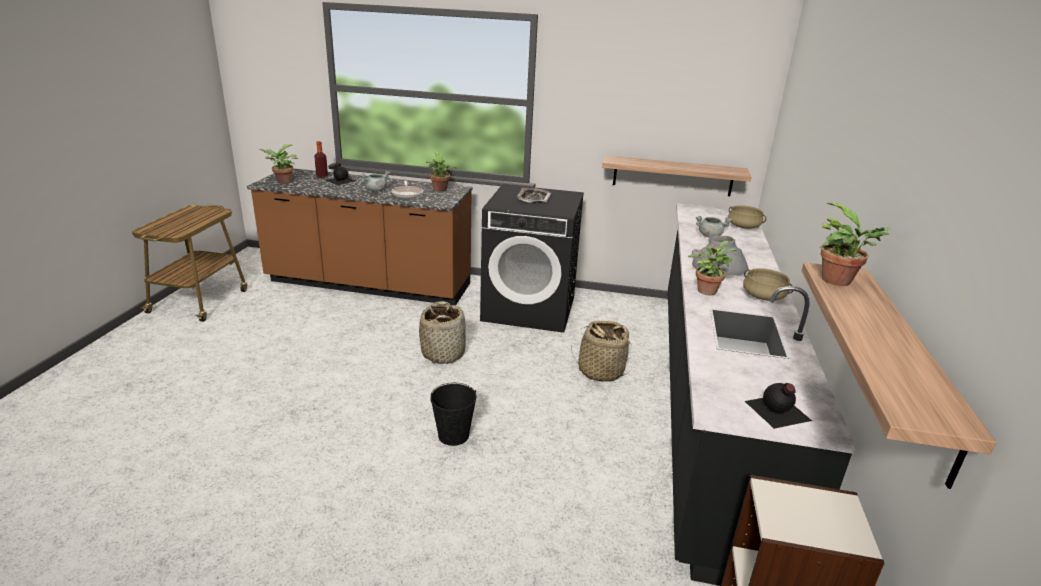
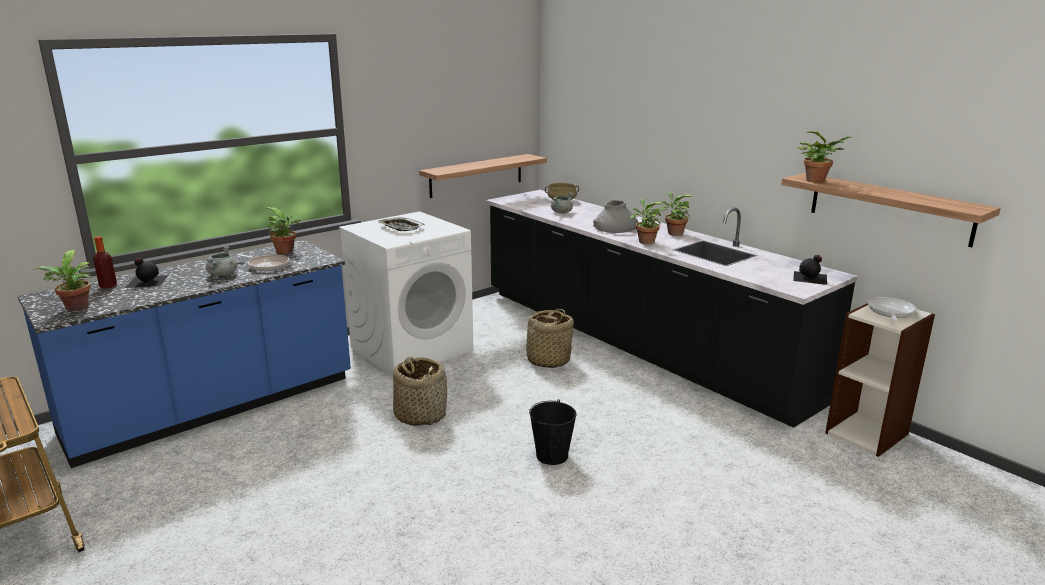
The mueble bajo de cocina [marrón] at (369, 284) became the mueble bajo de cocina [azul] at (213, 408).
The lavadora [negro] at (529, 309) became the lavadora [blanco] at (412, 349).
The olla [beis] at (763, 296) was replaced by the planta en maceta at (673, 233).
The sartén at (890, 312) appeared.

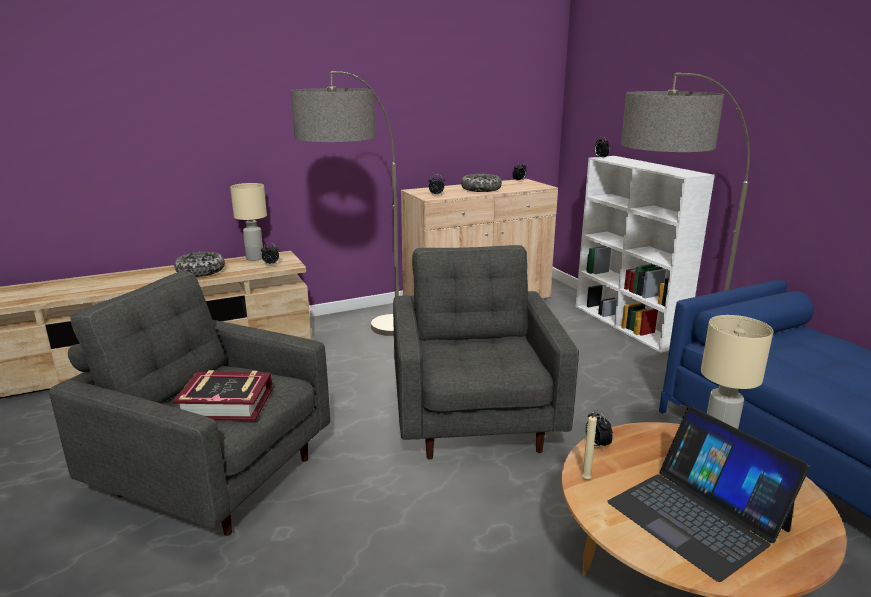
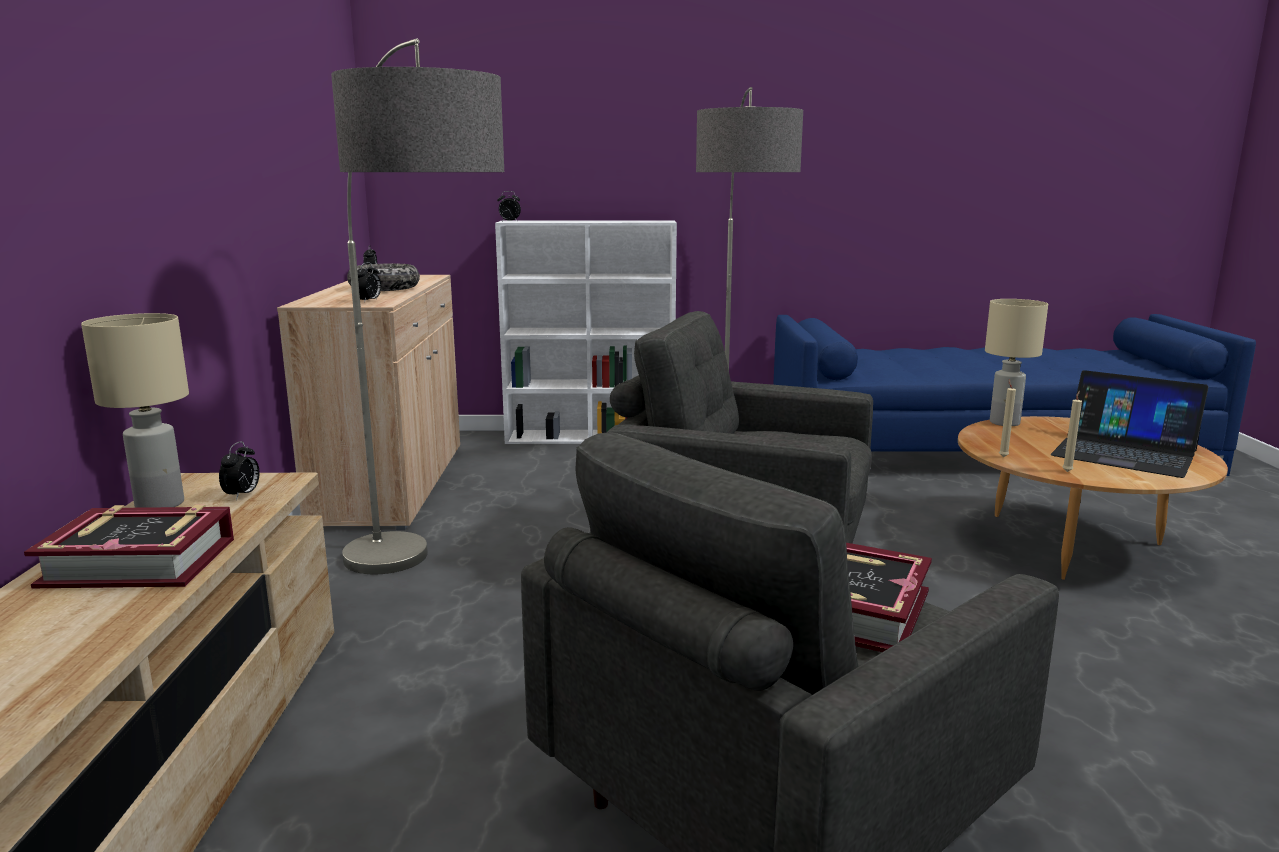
The cuenco at (200, 271) was replaced by the libro at (140, 562).
The despertador at (596, 445) was replaced by the vela [beis] at (1002, 456).
The portátil at (697, 515) turned 45 degrees clockwise.

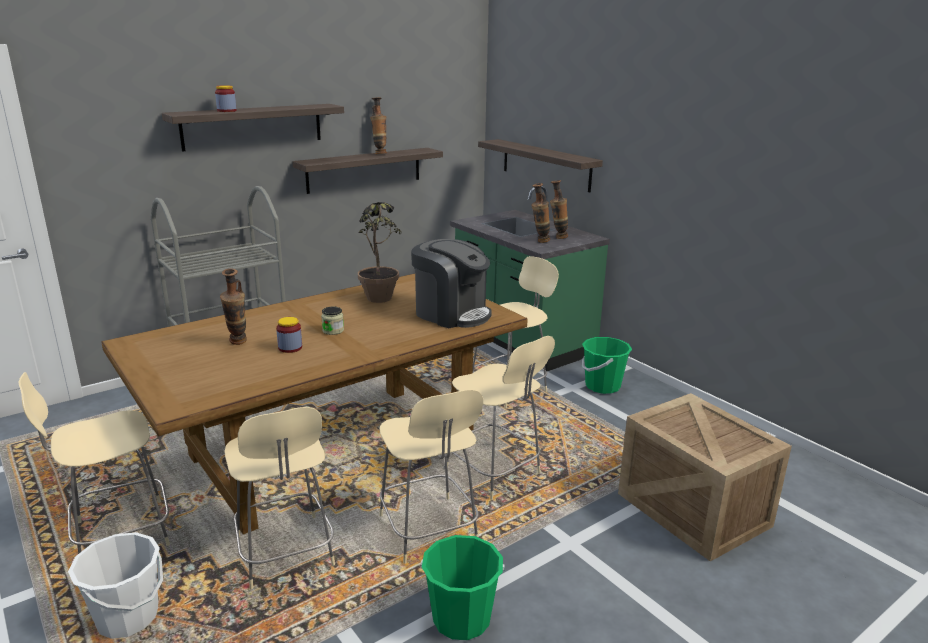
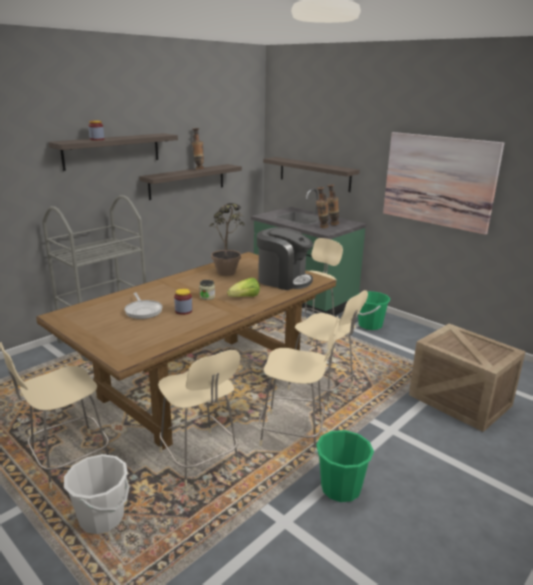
The florero at (238, 344) was replaced by the sartén at (143, 311).
The lechuga at (245, 297) appeared.
The silla [beis] at (429, 532) turned 45 degrees counterclockwise.
The cuadro at (438, 181) appeared.

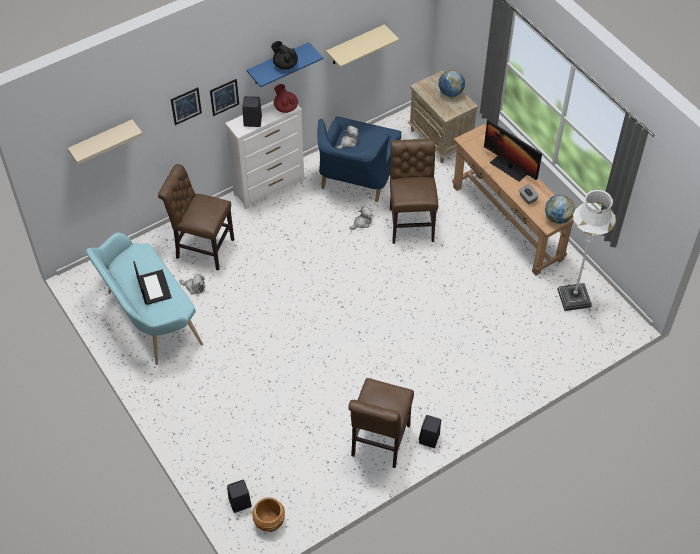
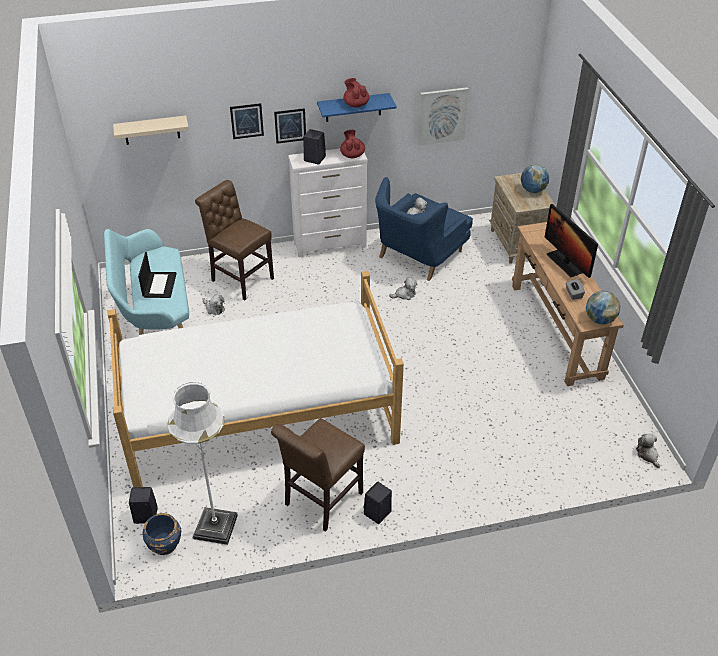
The cama at (259, 415) appeared.
The maceta [marrón] at (269, 522) became the maceta [azul] at (164, 544).
The lámpara de pie [blanco] moved from (574, 298) to (216, 527).
The tetera [negro] at (285, 64) became the tetera [rojo] at (356, 104).
The estante [beis] at (355, 45) was replaced by the cuadro at (442, 116).
The peluche at (647, 455) appeared.
The silla [marrón] at (411, 222) disappeared.

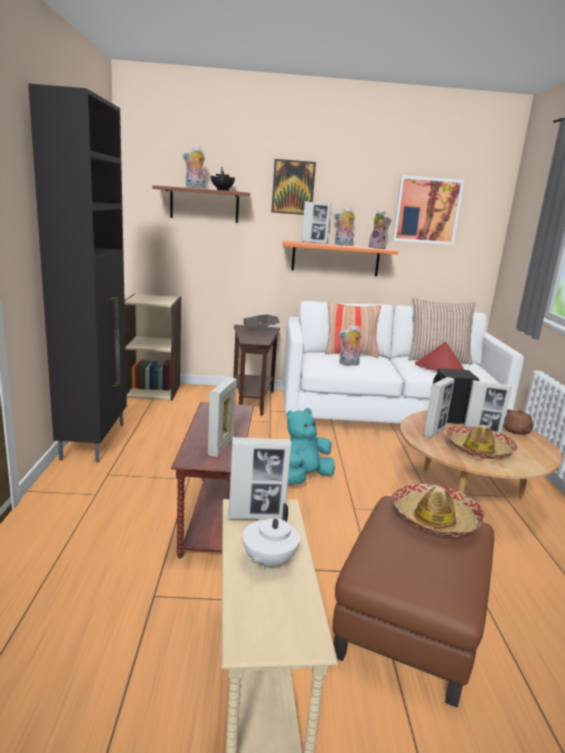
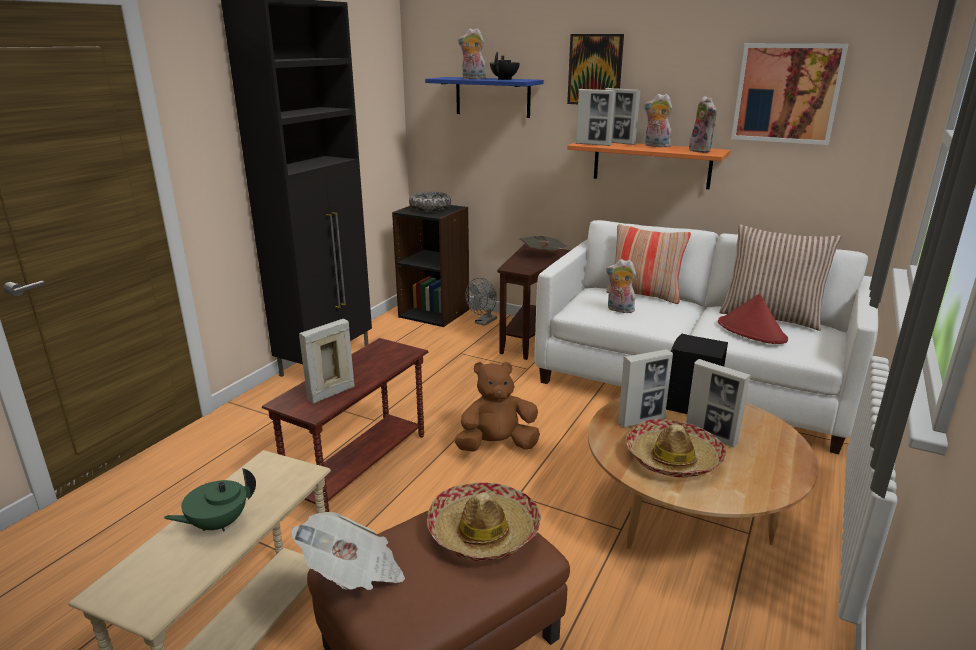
The tetera [blanco] at (268, 562) became the tetera [verde] at (217, 524).
The periódico at (353, 573) appeared.
The estantería [beis] at (153, 390) became the estantería [negro] at (435, 313).
The cuenco at (430, 208) appeared.
The estante [marrón] at (204, 205) became the estante [azul] at (492, 97).
The peluche [turquesa] at (304, 478) became the peluche [marrón] at (497, 445).
The ventilador [gris] at (483, 322) appeared.
The portarretratos moved from (256, 517) to (593, 144).
The tetera [marrón] at (516, 431) disappeared.

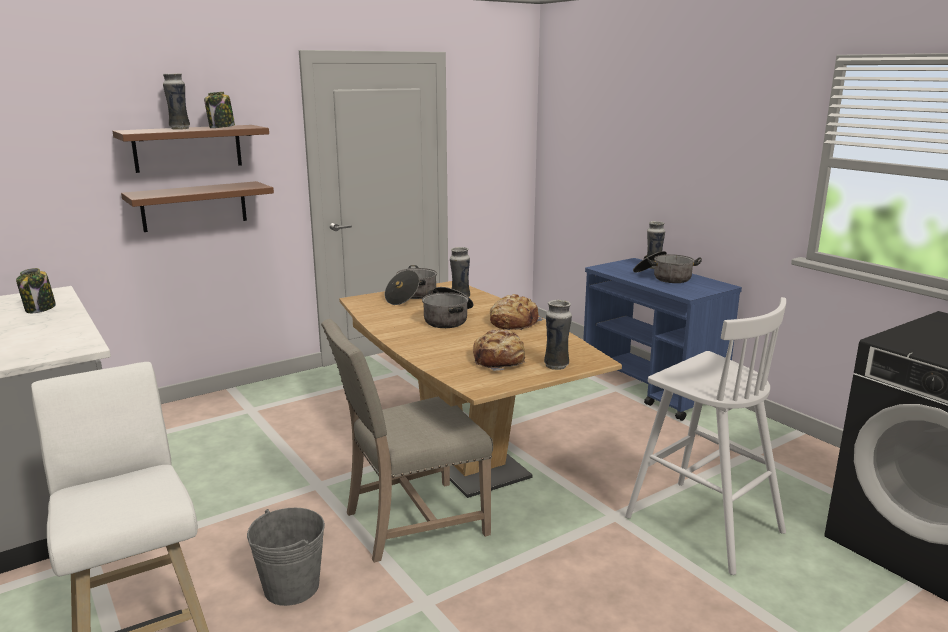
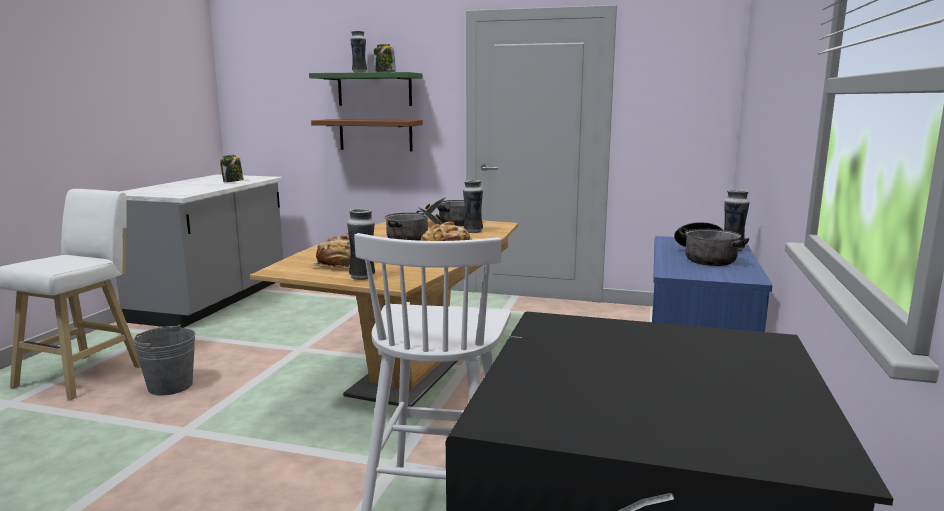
The estante [marrón] at (188, 148) became the estante [verde] at (374, 89).
The silla [beis] at (411, 522) disappeared.

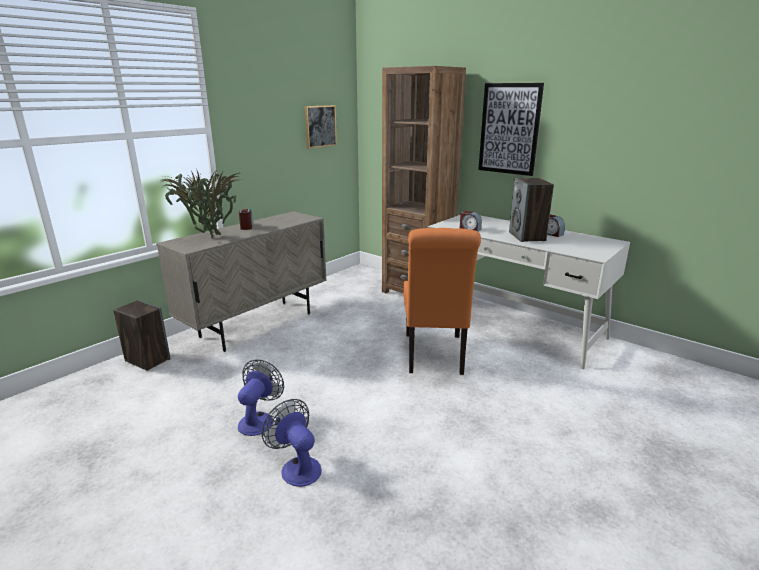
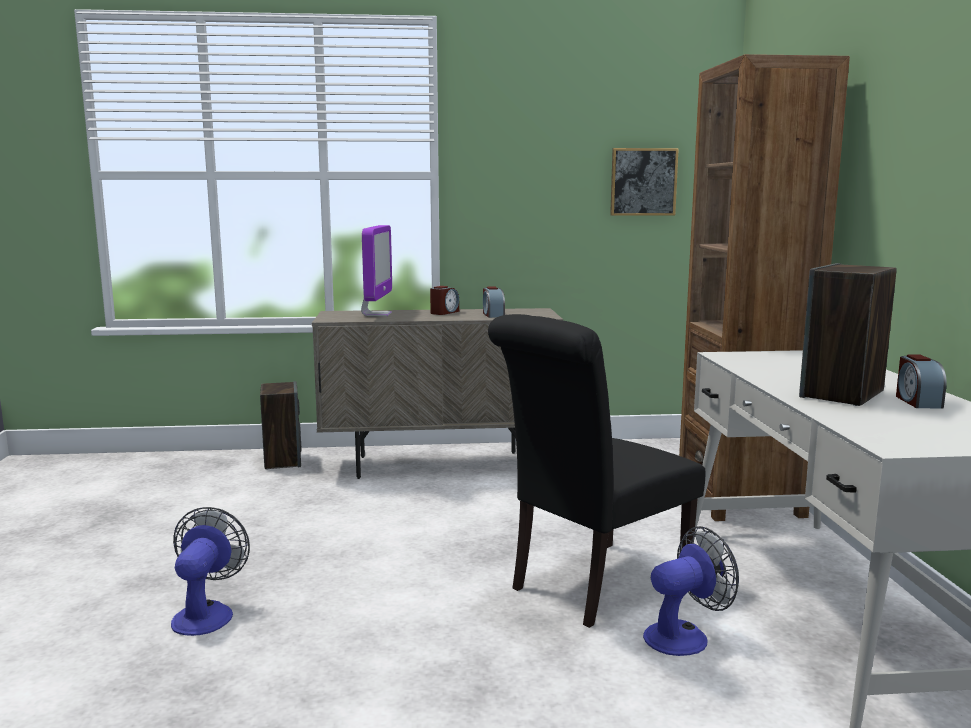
The planta en maceta at (208, 237) was replaced by the monitor at (376, 314).
The despertador moved from (469, 229) to (493, 315).
The silla [naranja] at (434, 356) became the silla [negro] at (592, 585).
The ventilador moved from (259, 419) to (684, 635).
The cuadro at (509, 129) disappeared.

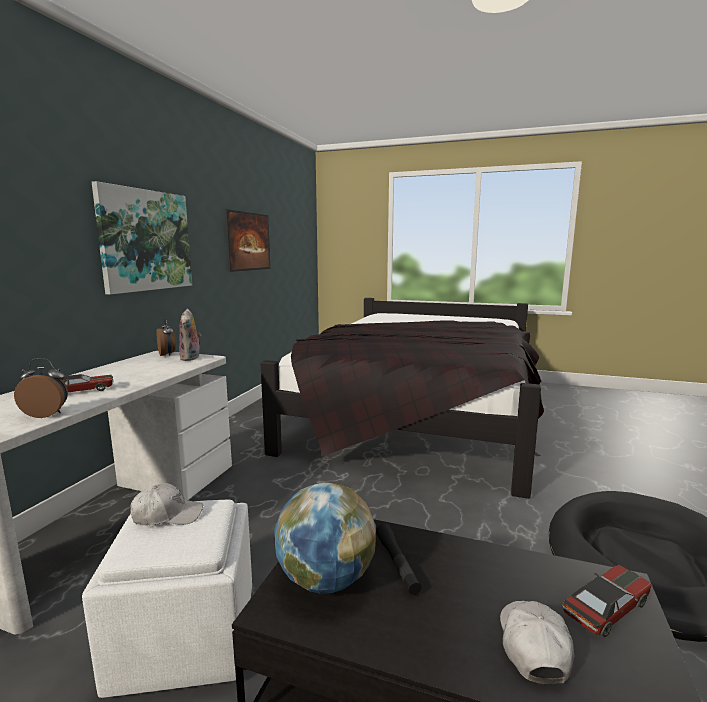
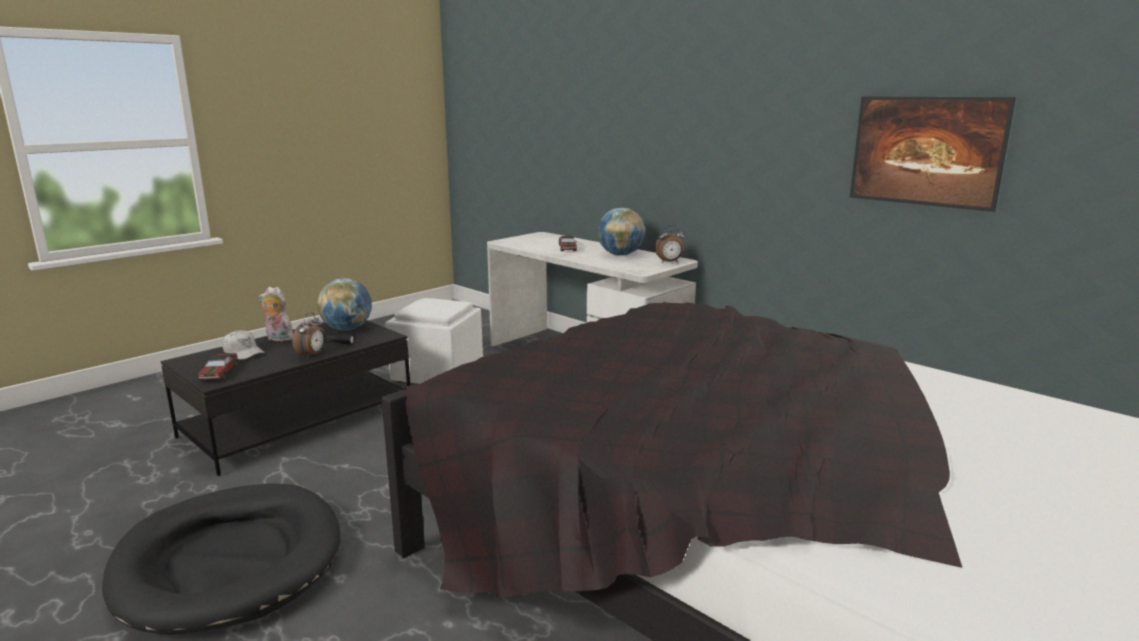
The peluche moved from (191, 358) to (278, 339).
The despertador moved from (47, 414) to (312, 355).
The globo terráqueo at (620, 255) appeared.
The cuadro at (145, 240) disappeared.
The gorra [blanco] at (167, 515) disappeared.

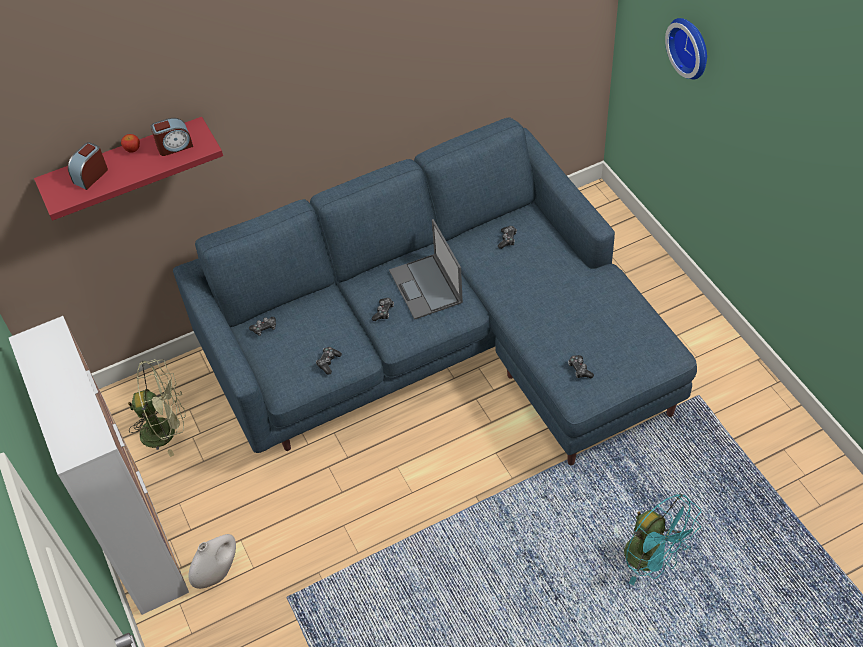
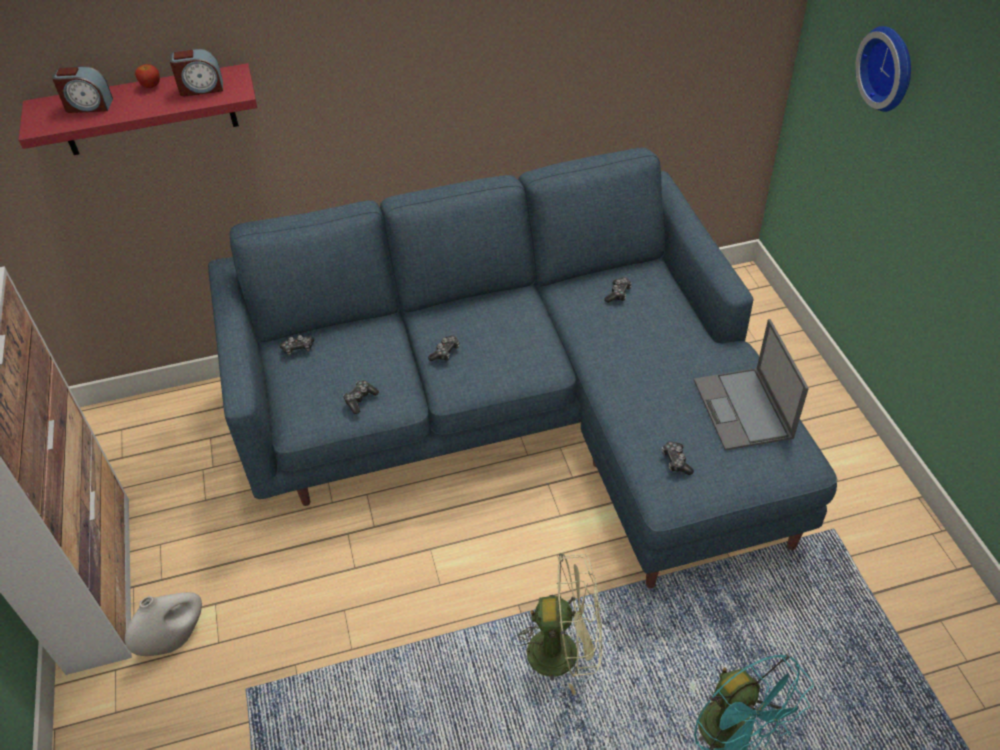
The despertador at (91, 176) turned 135 degrees counterclockwise.
The ventilador [verde] moved from (166, 430) to (564, 651).
The portátil moved from (426, 287) to (743, 410).

